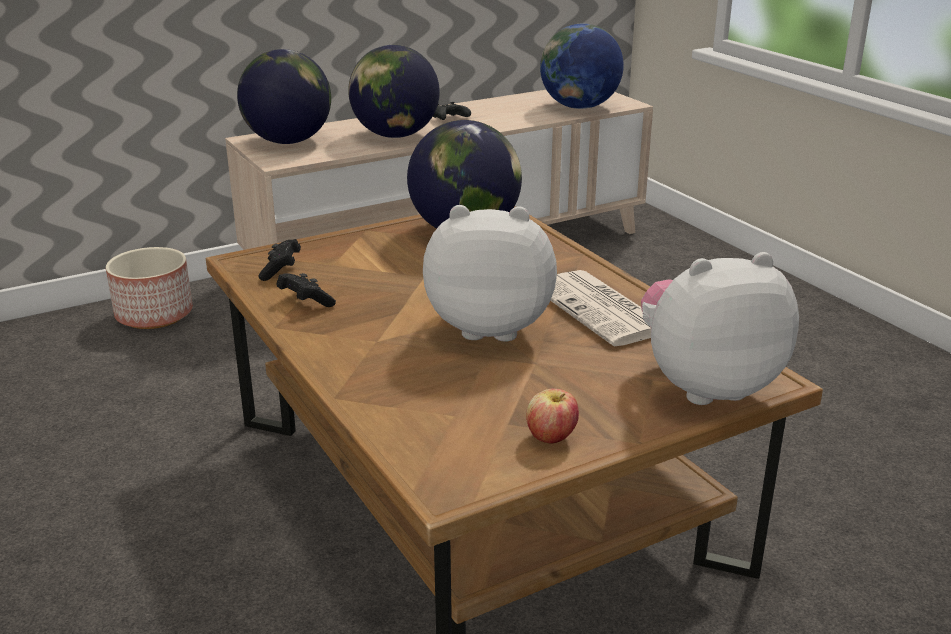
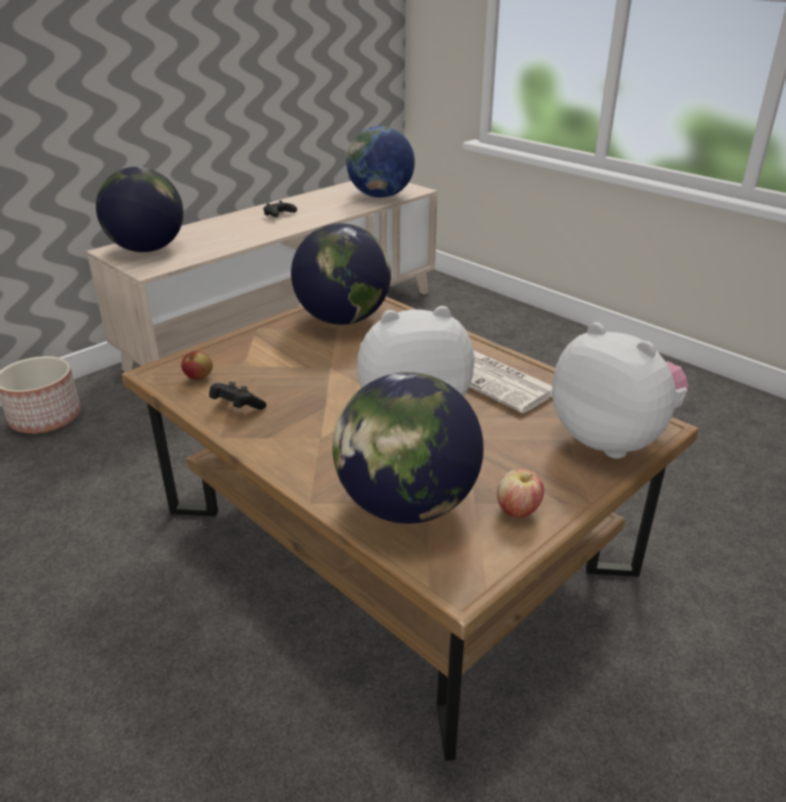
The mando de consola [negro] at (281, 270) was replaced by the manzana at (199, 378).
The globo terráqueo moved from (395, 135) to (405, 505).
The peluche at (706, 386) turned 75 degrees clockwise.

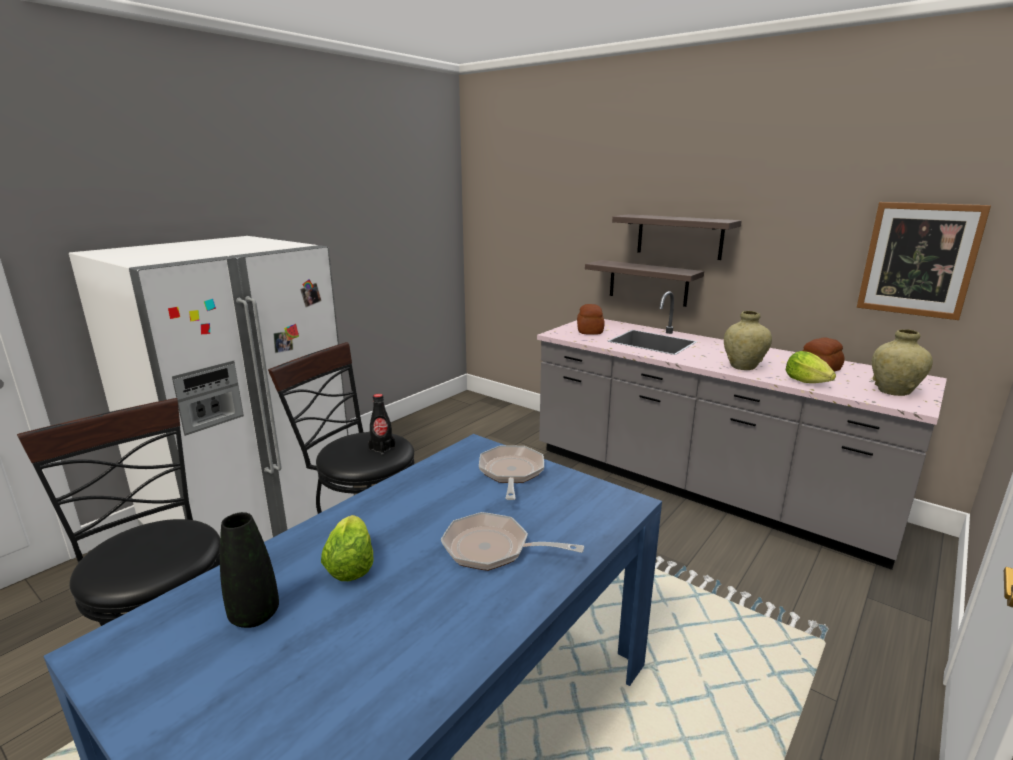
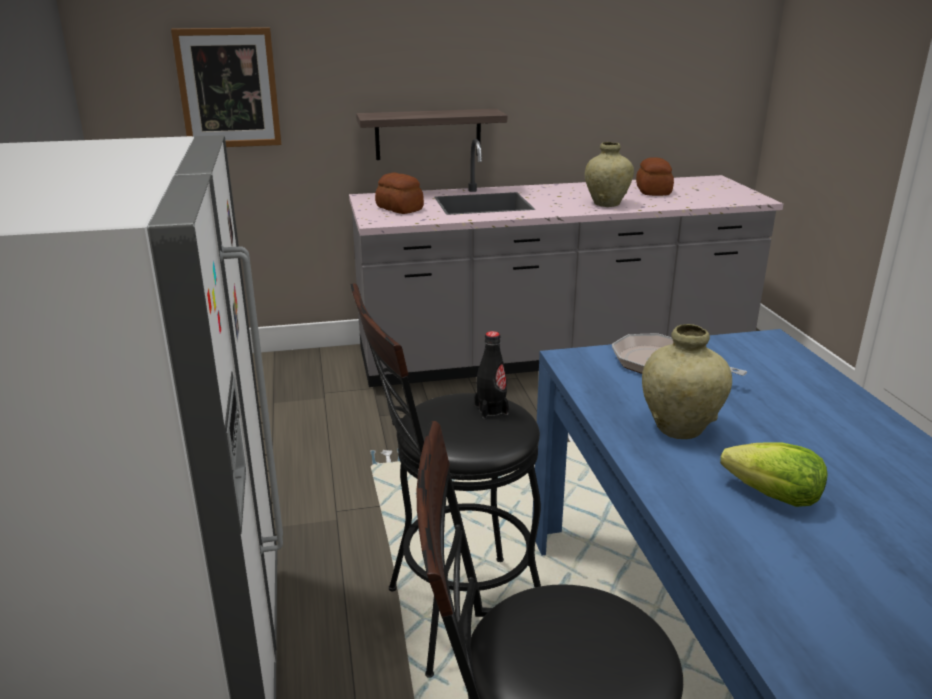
The cuadro moved from (918, 260) to (228, 88).
The florero [beis] moved from (893, 391) to (679, 428).
The florero [negro] at (255, 616) disappeared.
The sartén at (493, 549) disappeared.
The estante at (679, 236) disappeared.
The lechuga at (806, 382) disappeared.

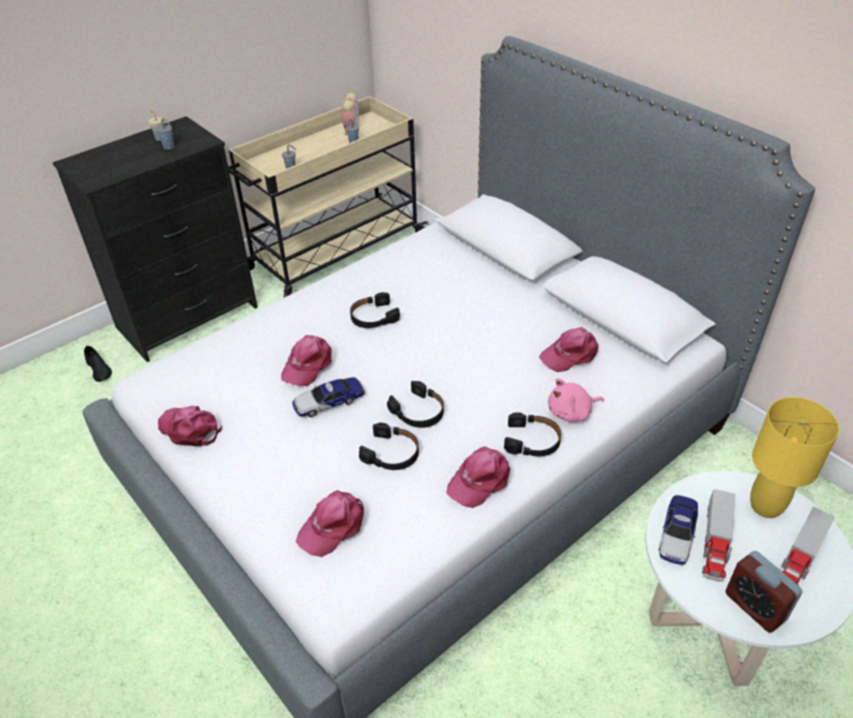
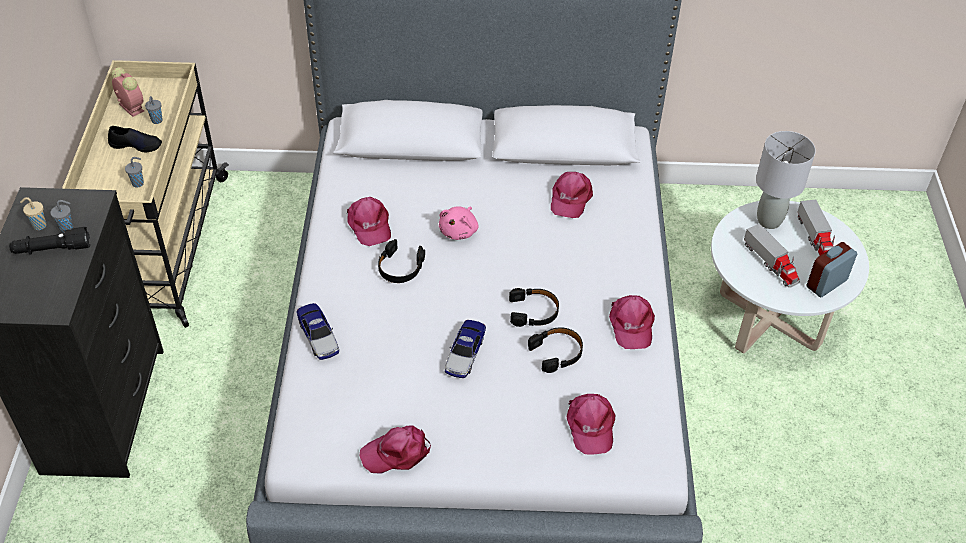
The linterna [negro] at (52, 249) appeared.
The zapato [negro] moved from (99, 369) to (136, 145).
The coche de juguete moved from (677, 533) to (318, 335).
The gorra [rosa] moved from (308, 365) to (369, 225).
The peluche [rosa] moved from (571, 412) to (459, 231).
The lámpara de mesa [amarillo] at (765, 506) became the lámpara de mesa [gris] at (769, 221).
The despertador at (755, 606) turned 135 degrees clockwise.
The auriculares [negro] at (532, 441) disappeared.

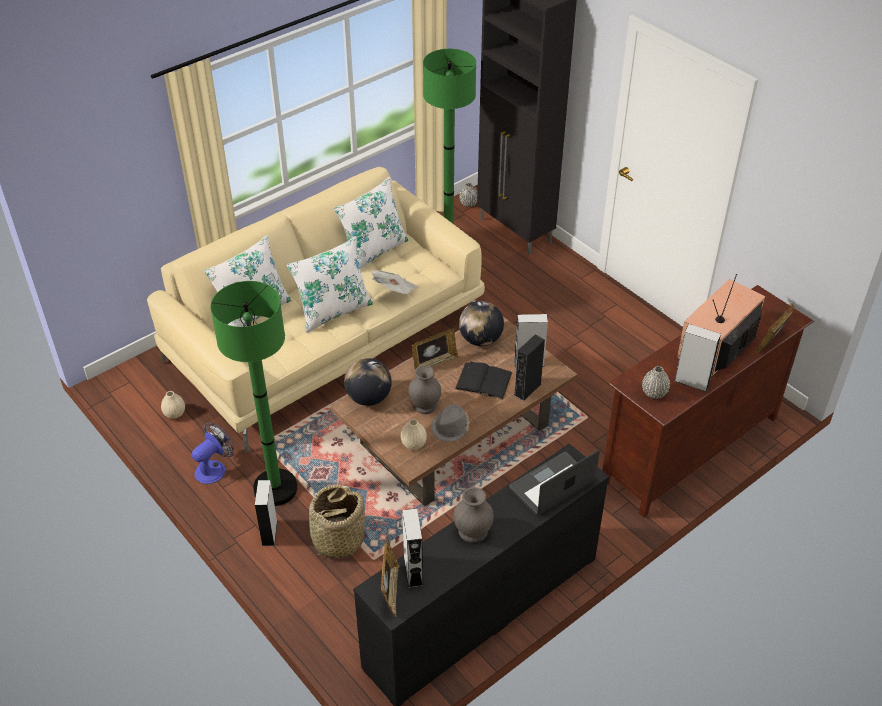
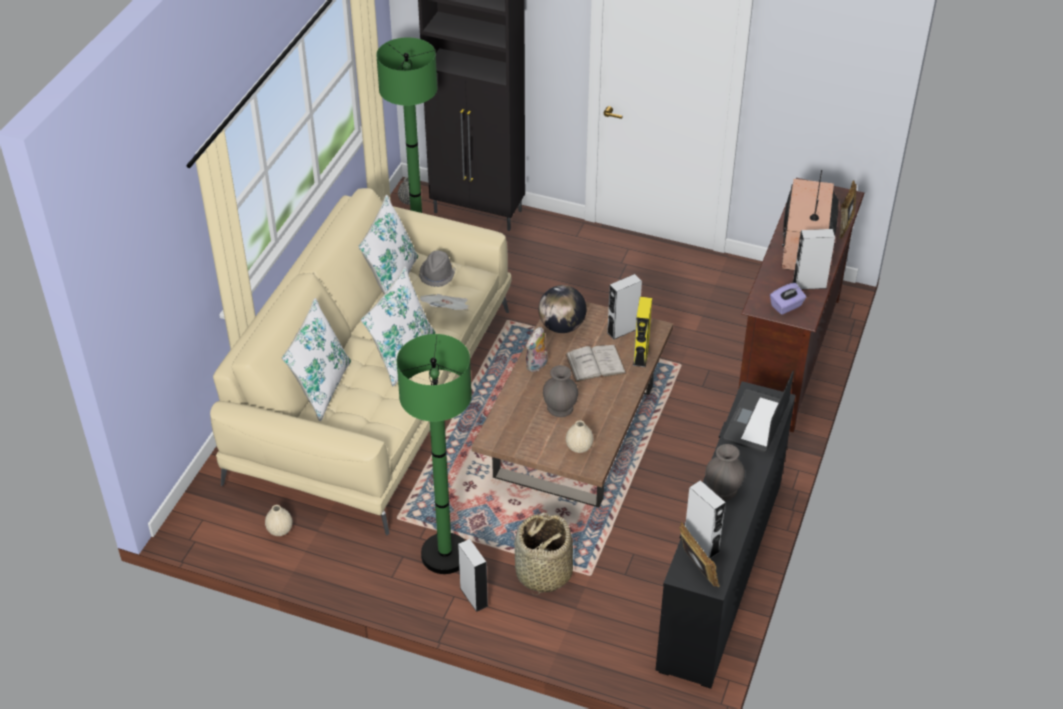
The sombrero [gris] moved from (451, 427) to (437, 274).
The portarretratos at (434, 363) was replaced by the peluche at (537, 366).
The libro [negro] at (483, 381) became the libro [blanco] at (595, 363).
The altavoz [negro] at (527, 389) became the altavoz [amarillo] at (641, 355).
The florero [gris] at (654, 393) was replaced by the caja de pañuelos [morado] at (786, 306).
The ventilador at (214, 468) disappeared.
The globo terráqueo at (368, 398) disappeared.

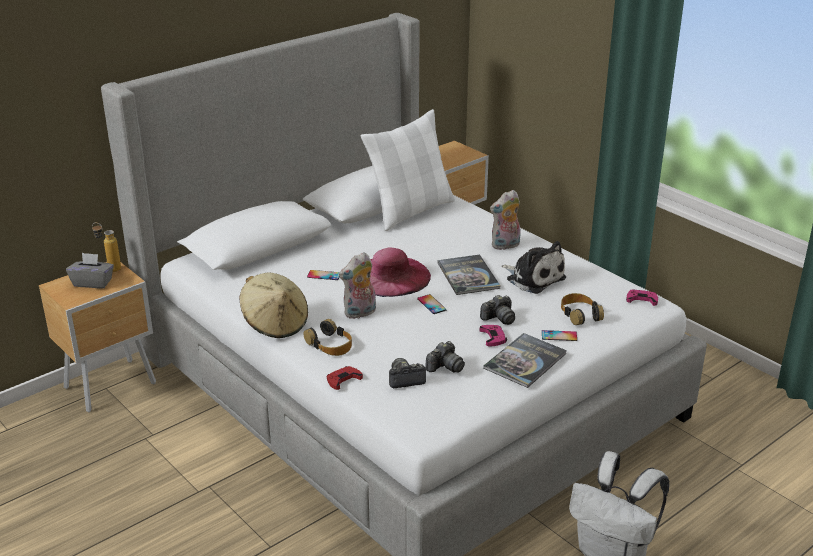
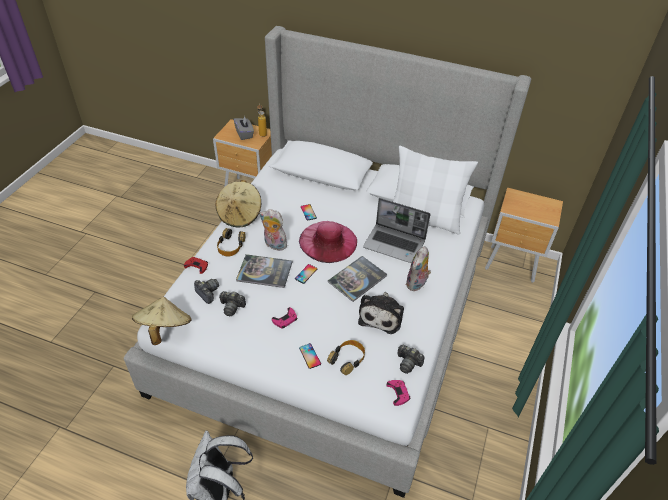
The sombrero [beis] at (164, 329) appeared.
The libro moved from (525, 361) to (264, 271).
The portátil at (395, 244) appeared.
The cámara moved from (499, 318) to (408, 363).
The peluche at (505, 246) turned 90 degrees counterclockwise.

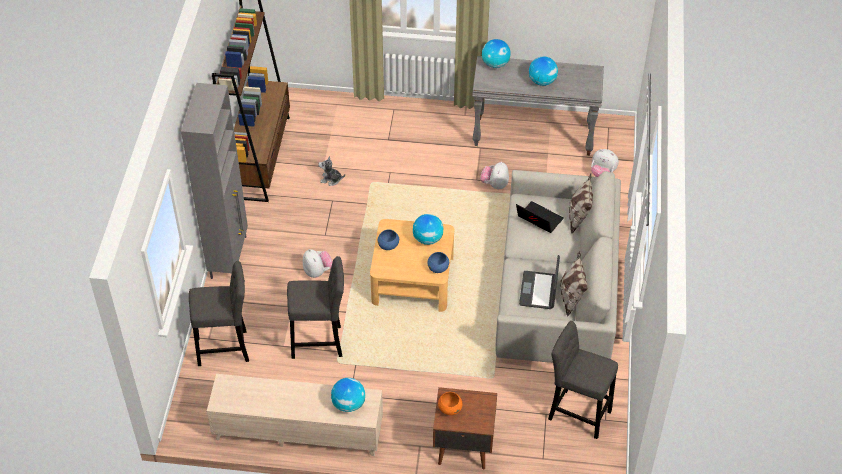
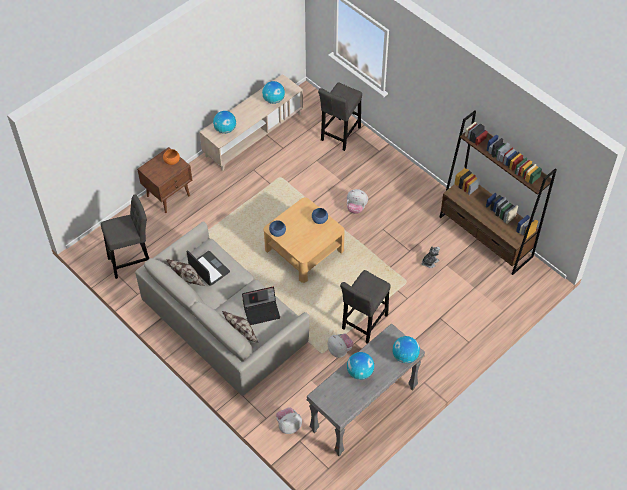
The globo terráqueo moved from (427, 239) to (273, 100).
The taburete [gris] moved from (320, 342) to (363, 324).
The armario [gris] at (229, 256) disappeared.

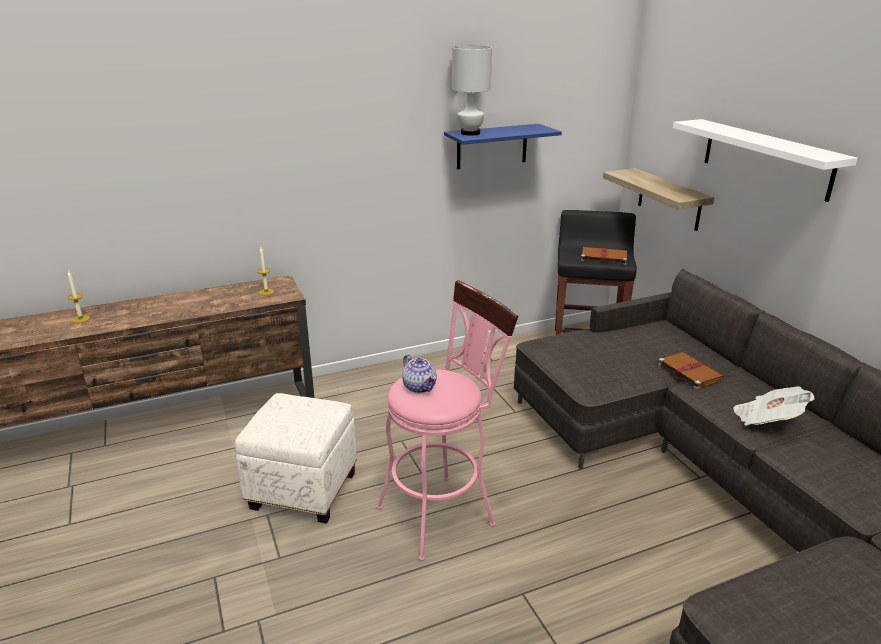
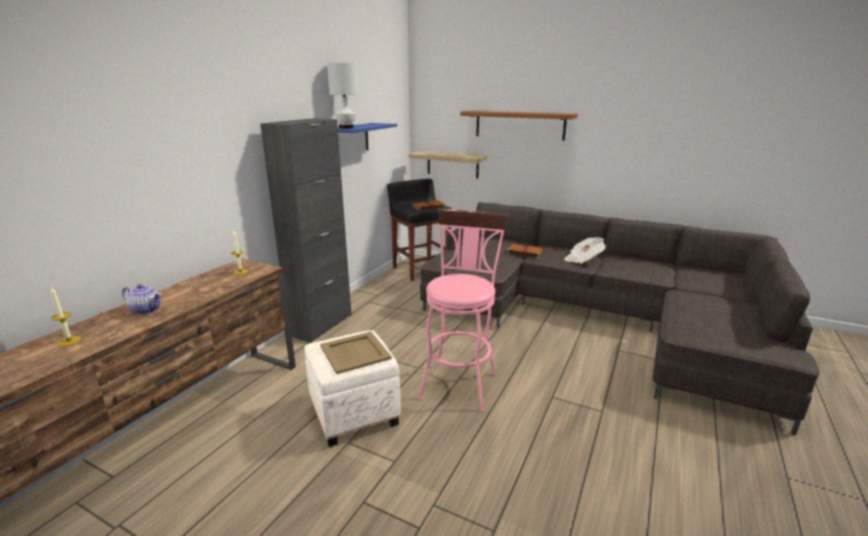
The tetera moved from (420, 387) to (146, 310).
The armario [negro] at (321, 325) appeared.
The bandeja [beis] at (354, 352) appeared.
The estante [blanco] at (766, 158) became the estante [marrón] at (519, 125).

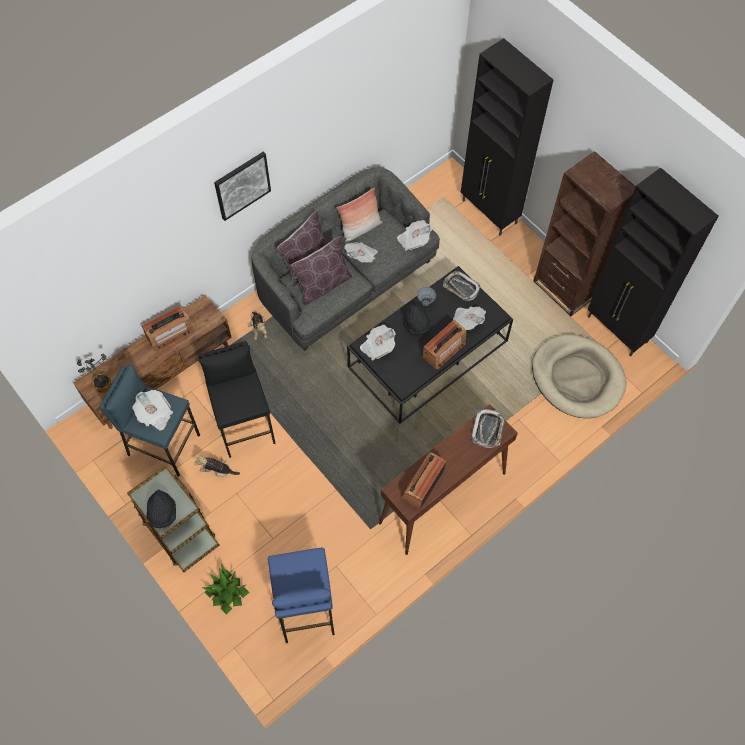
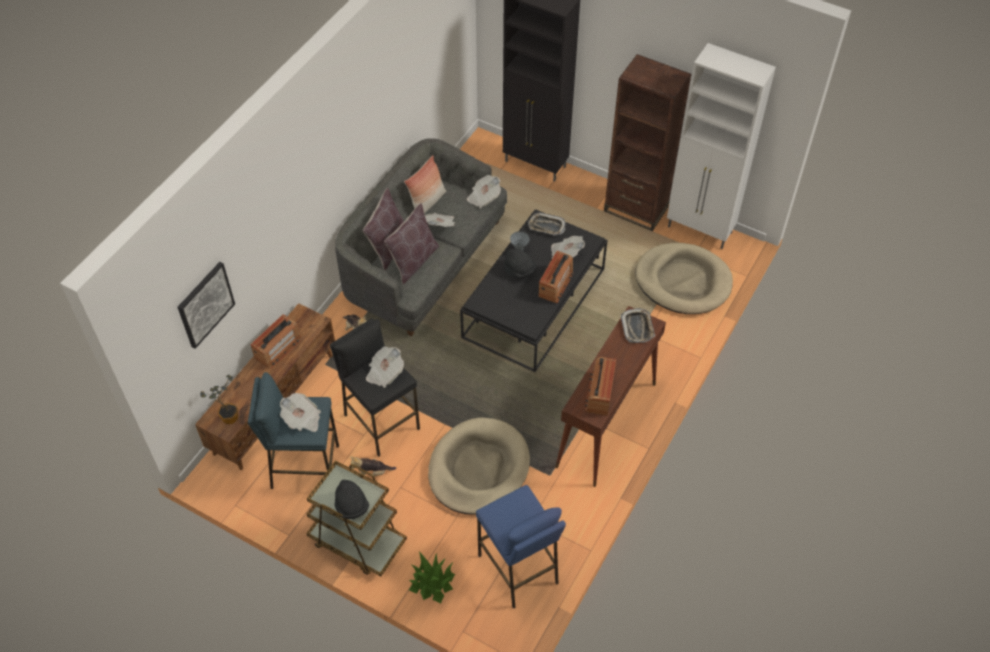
The cuadro moved from (242, 185) to (205, 304).
The periódico moved from (377, 347) to (384, 373).
The cama para perro [beis] at (478, 468) appeared.
The armario [negro] at (617, 330) became the armario [blanco] at (700, 230).

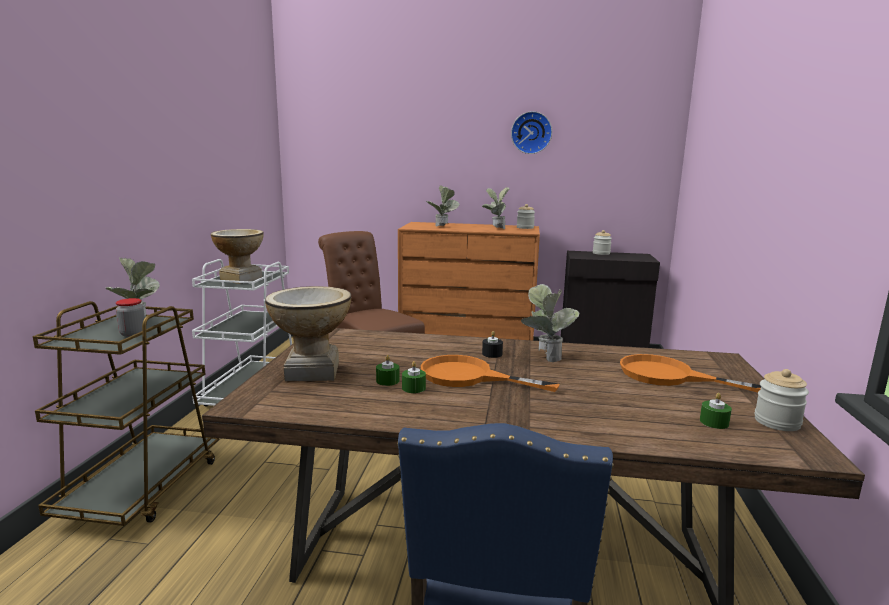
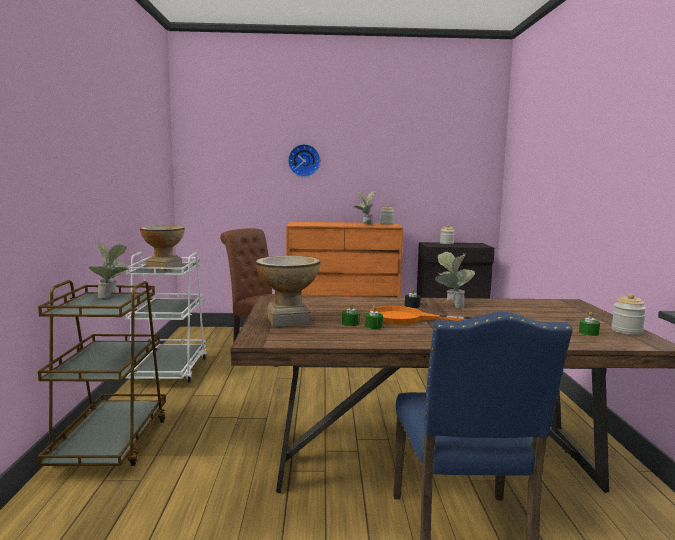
The reloj de pared moved from (531, 133) to (304, 160).
The tarro at (133, 334) disappeared.
The planta en maceta at (443, 227) disappeared.
The sartén [naranja] at (669, 376) disappeared.

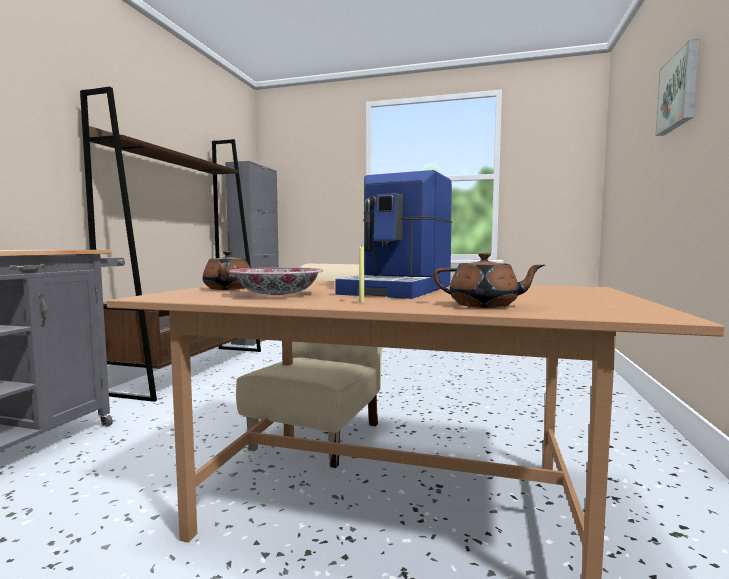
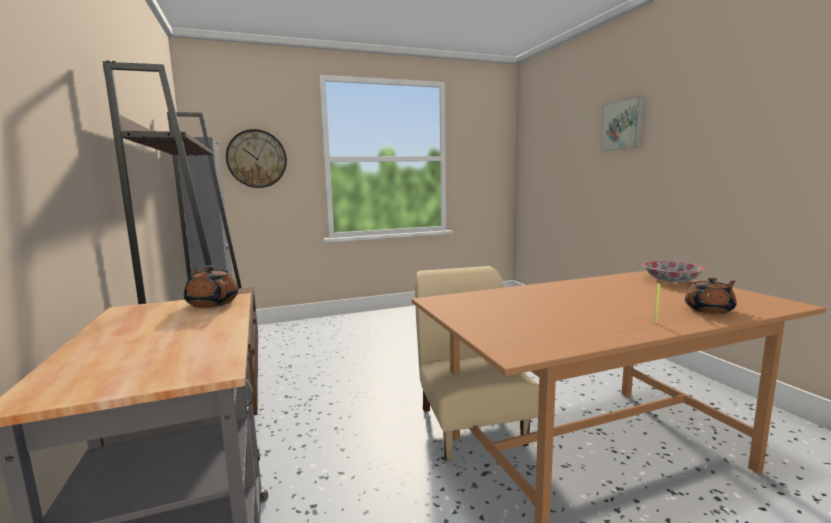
The tetera [marrón] moved from (229, 288) to (212, 303).
The reloj de pared at (256, 159) appeared.
The cuenco moved from (277, 294) to (672, 280).
The cafetera at (400, 289) disappeared.

